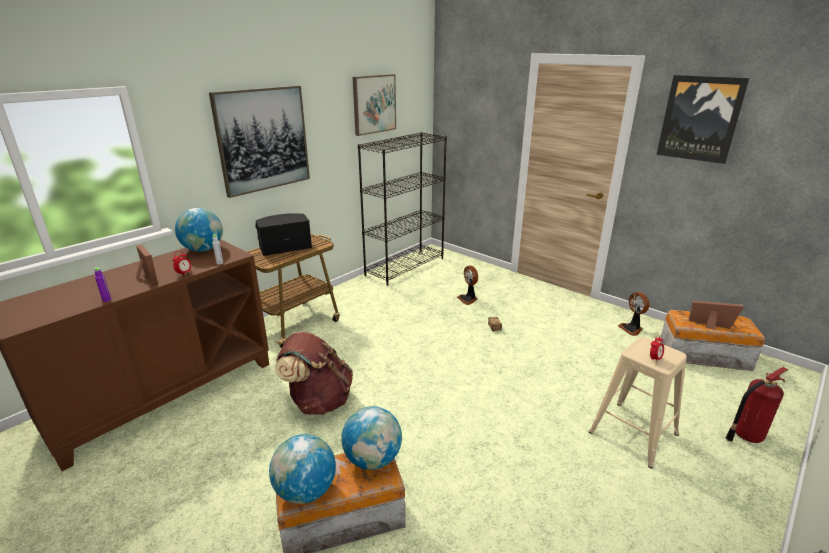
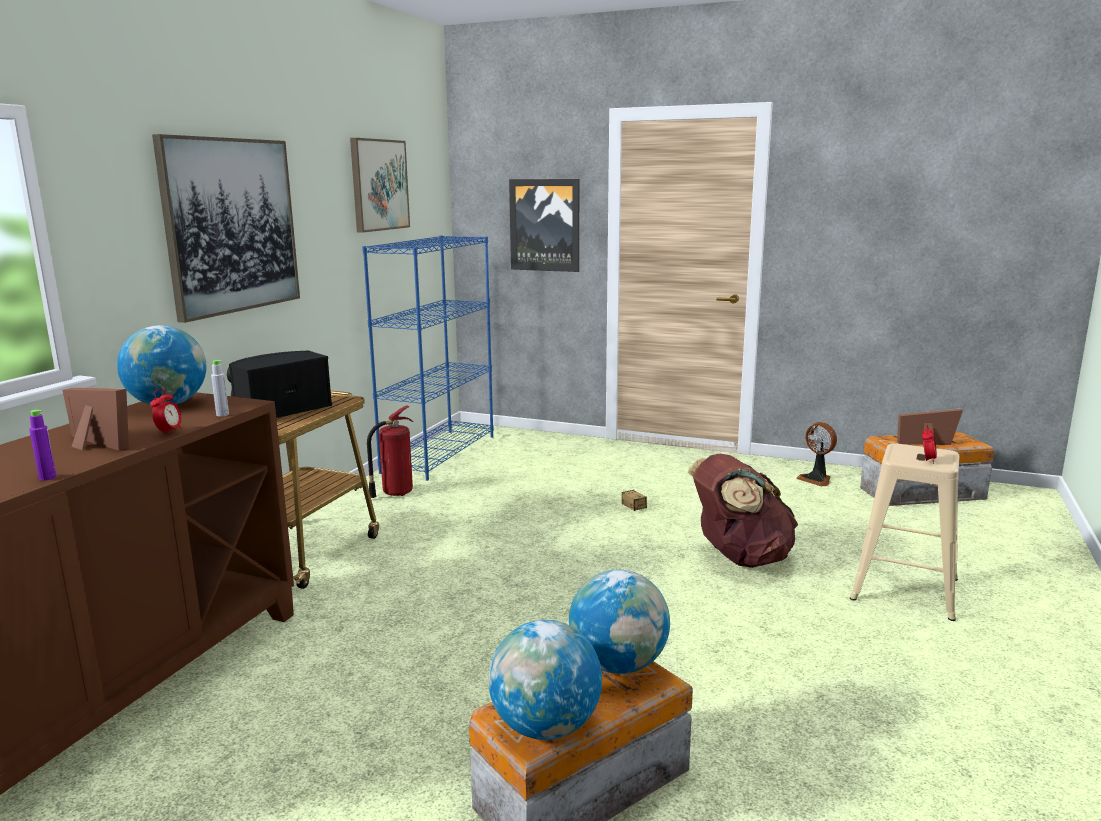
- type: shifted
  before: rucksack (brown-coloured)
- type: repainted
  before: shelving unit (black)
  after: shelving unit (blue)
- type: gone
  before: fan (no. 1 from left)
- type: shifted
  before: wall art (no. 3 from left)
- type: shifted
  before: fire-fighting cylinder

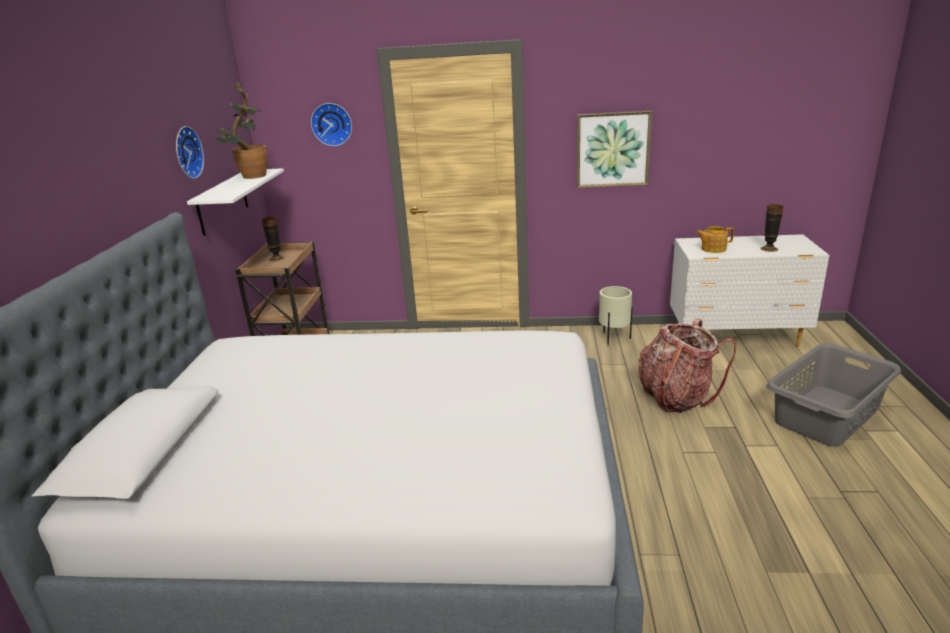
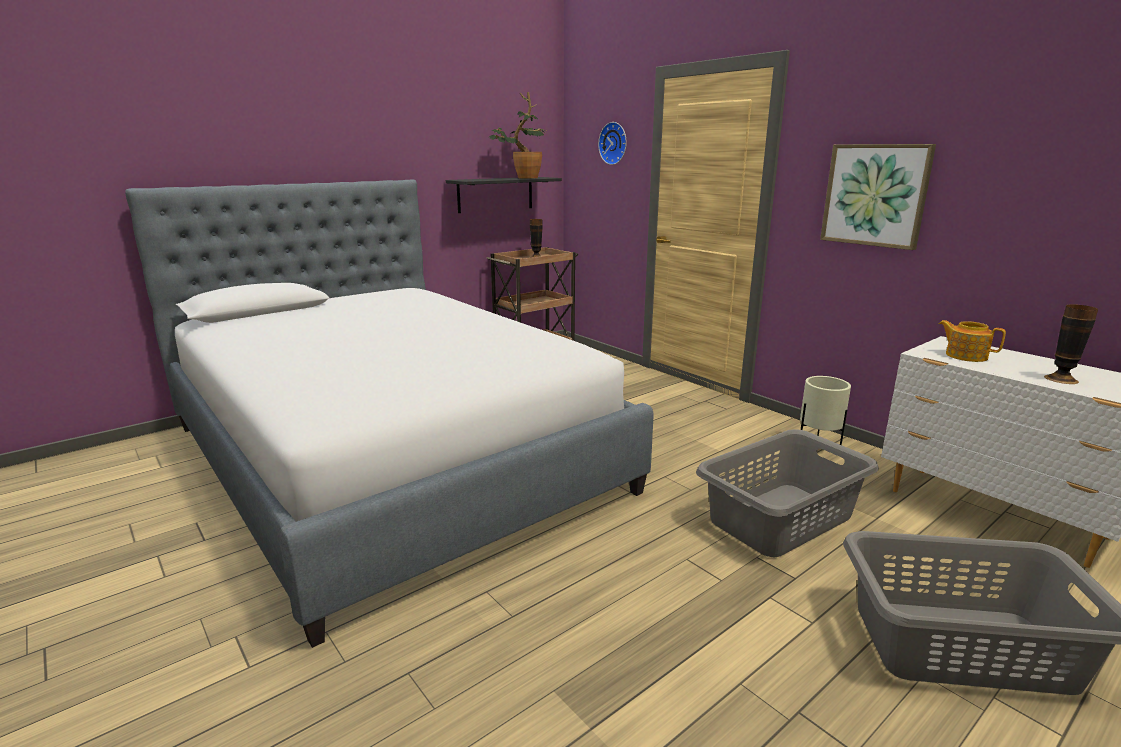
- type: gone
  before: wall clock (no. 1 from left)
- type: repainted
  before: wall shelf (white-coloured)
  after: wall shelf (black)
- type: swapped
  before: rucksack
  after: washing basket (grey) (no. 1 from left)

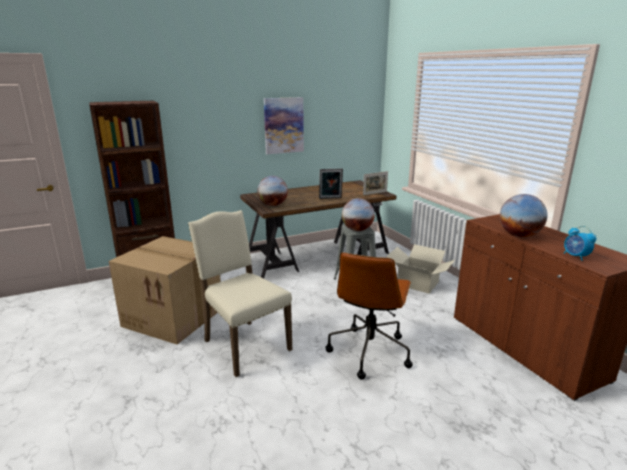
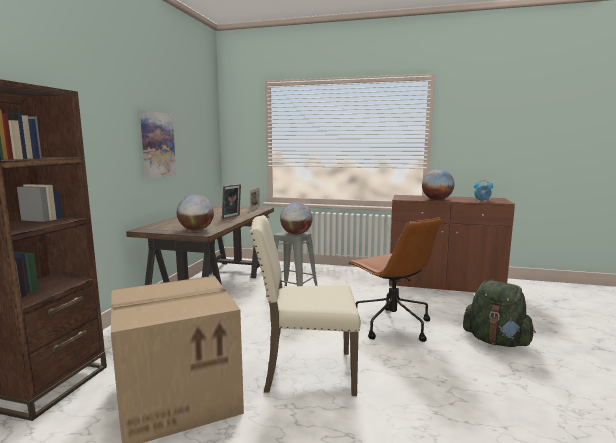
- type: gone
  before: packing box (no. 2 from left)
- type: new
  after: rucksack (greenish)

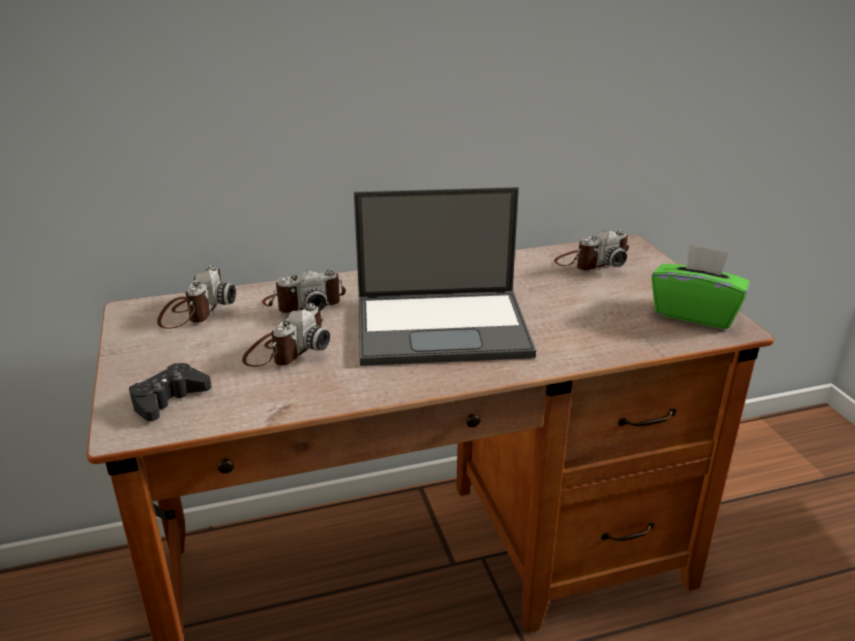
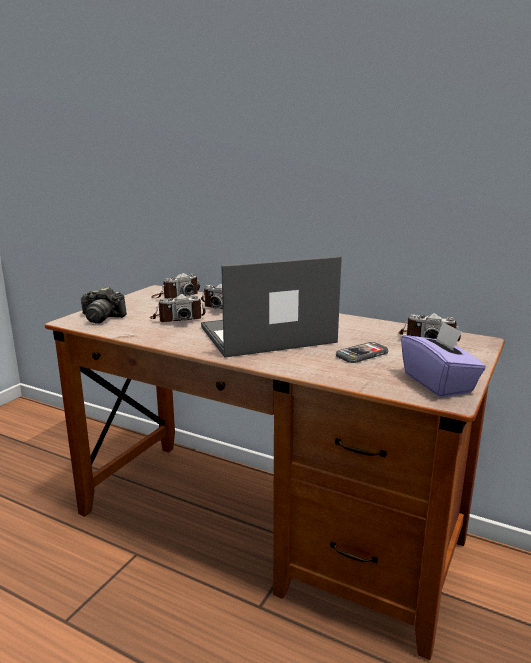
- type: swapped
  before: gamepad (black)
  after: still camera (no. 1 from left)
- type: rotated
  before: portable computer
  turn: 120
- type: repainted
  before: box of tissues (greenish)
  after: box of tissues (purple-coloured)
- type: new
  after: handset

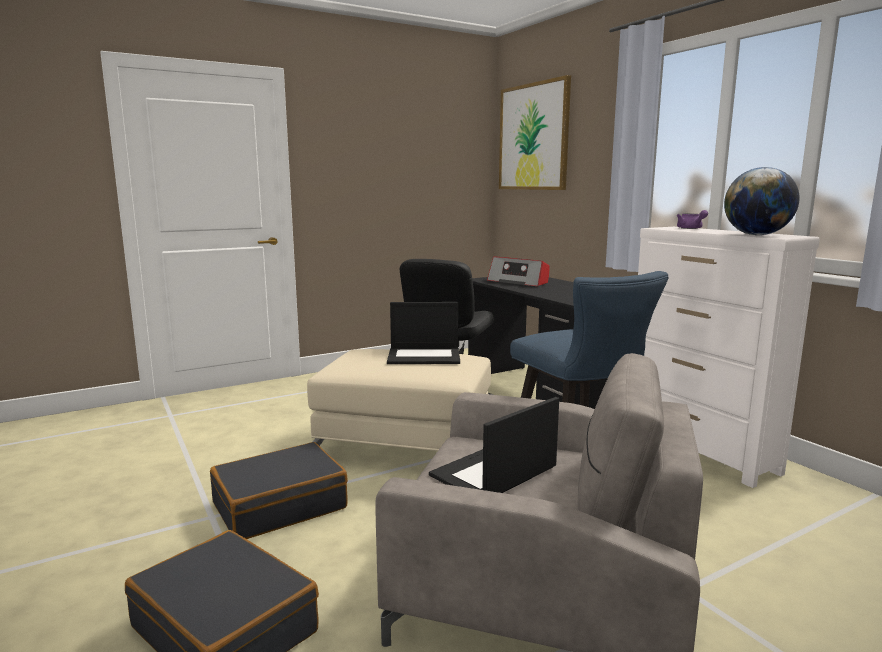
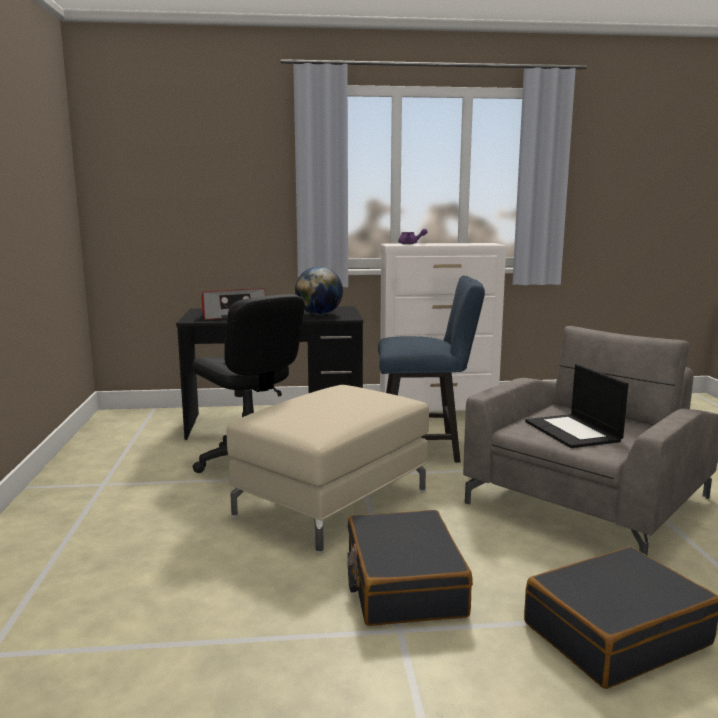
- type: gone
  before: portable computer (no. 1 from left)
- type: gone
  before: wall art
- type: shifted
  before: globe

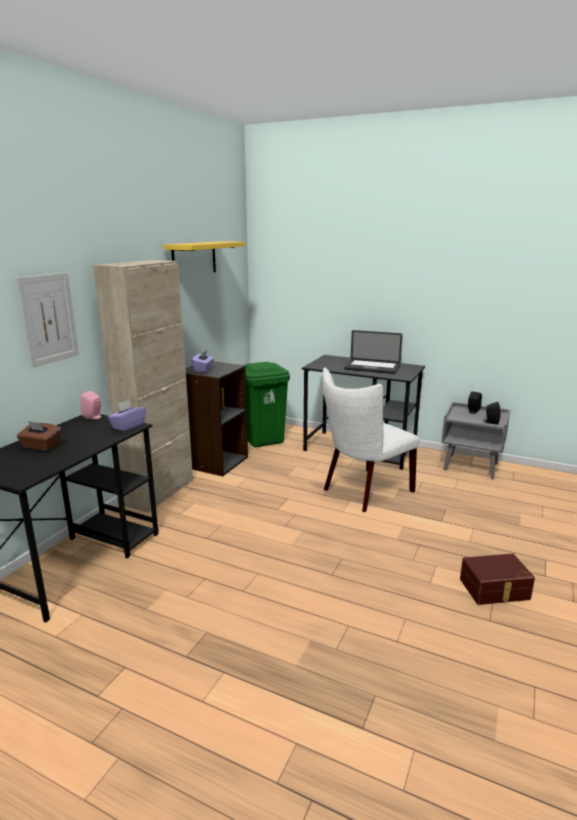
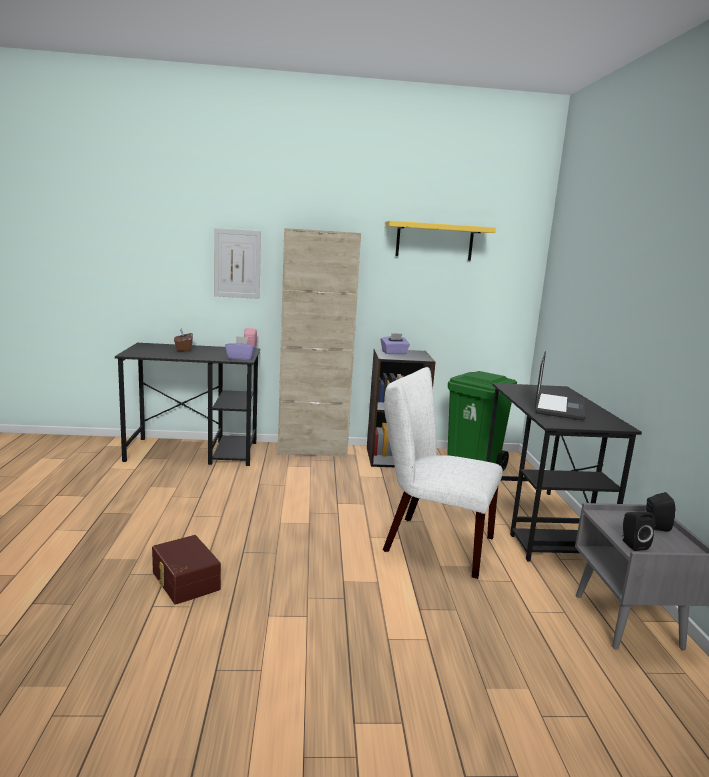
- type: rotated
  before: portable computer
  turn: -150
- type: shifted
  before: storage container (brown-coloured)

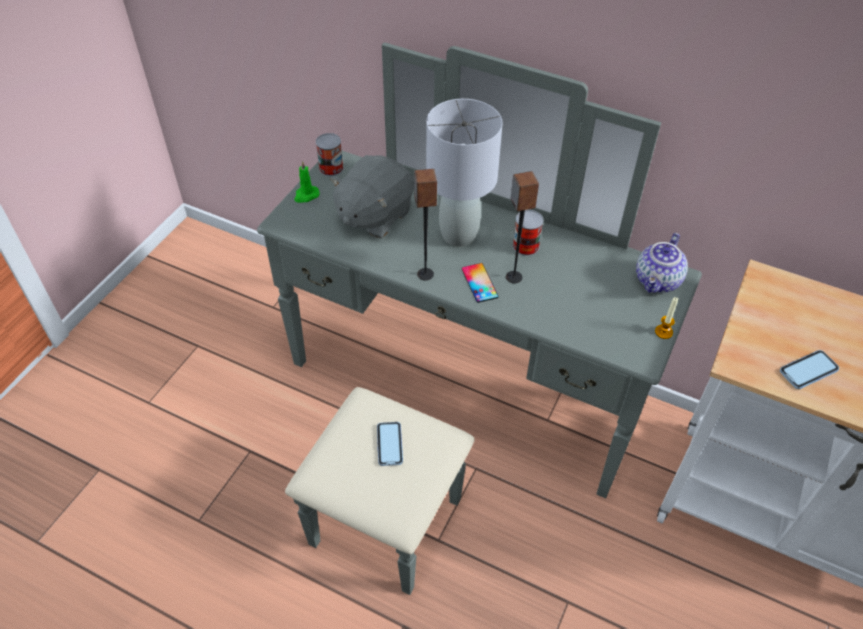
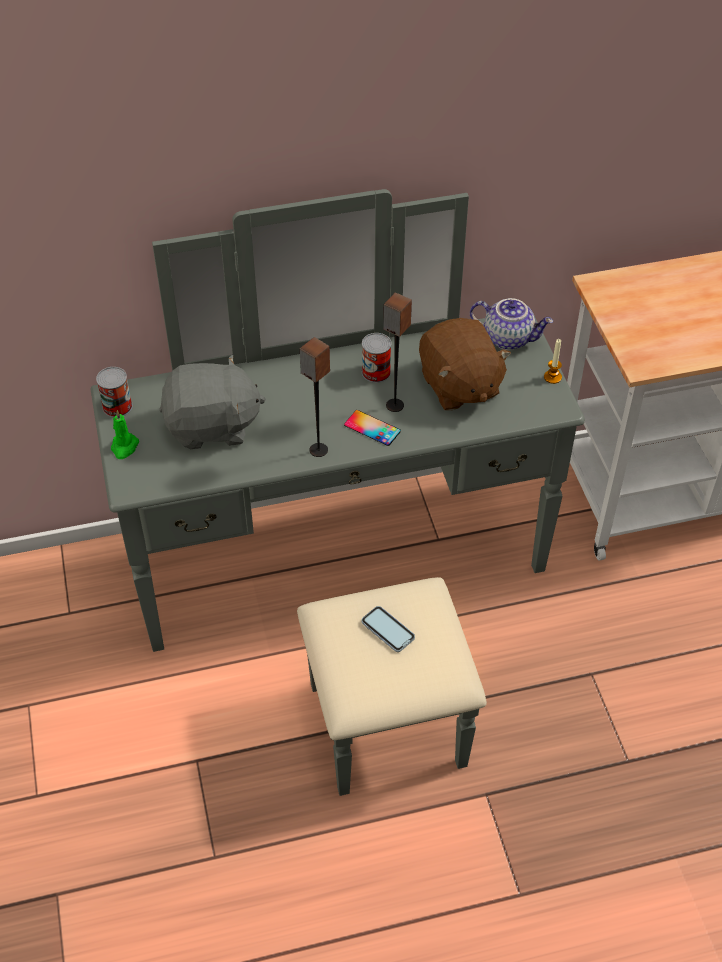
- type: rotated
  before: cuddly toy (grey)
  turn: -90
- type: gone
  before: lamp for a table (grey)
- type: rotated
  before: teapot
  turn: -60
- type: gone
  before: handset (no. 3 from left)
- type: new
  after: cuddly toy (brown-coloured)

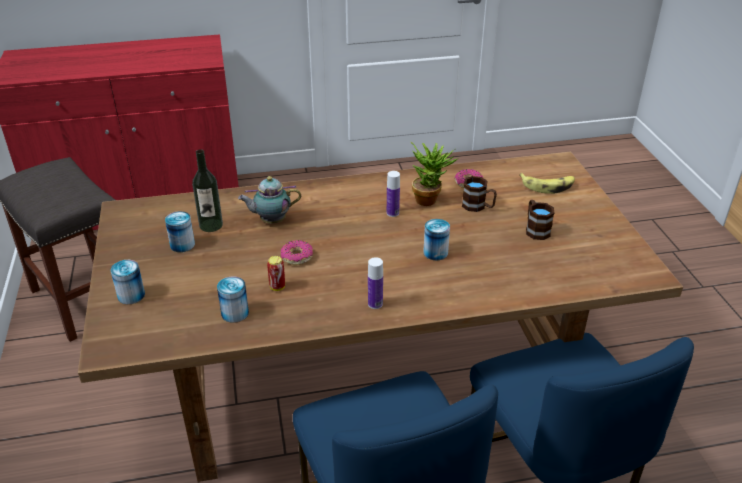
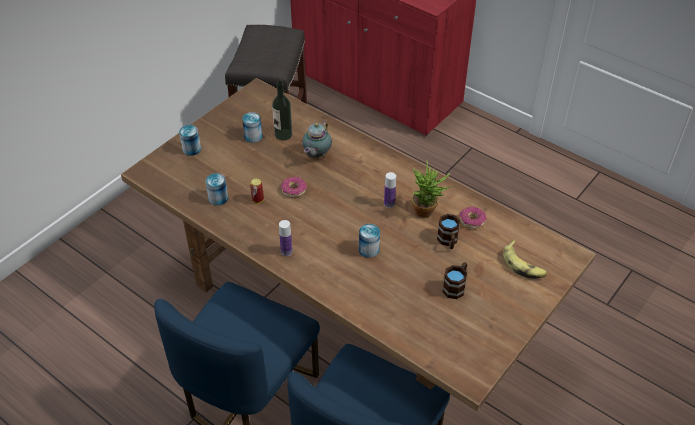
- type: rotated
  before: teapot
  turn: -105

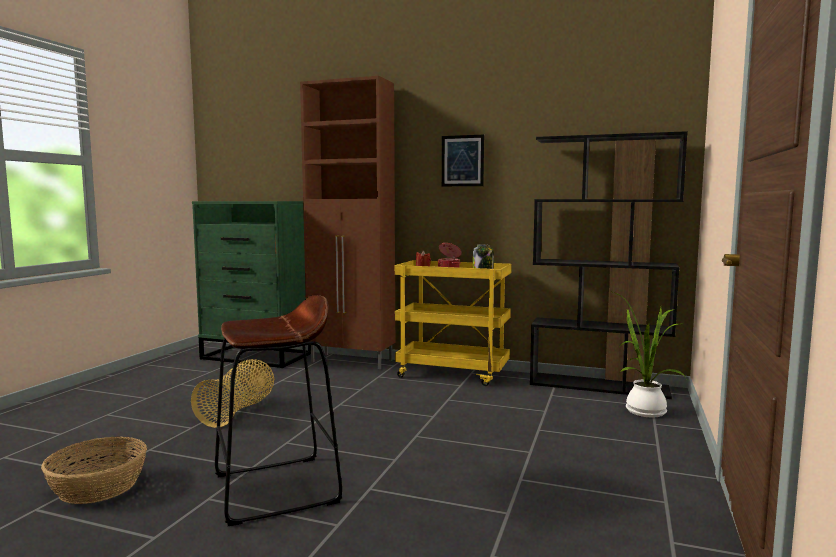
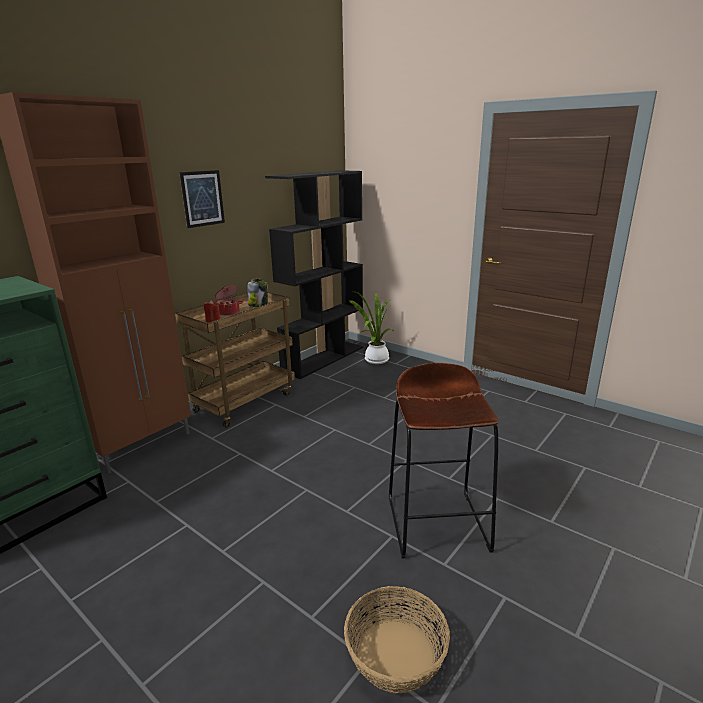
- type: gone
  before: storage basket (no. 2 from left)
- type: repainted
  before: cart (yellow)
  after: cart (brown-coloured)

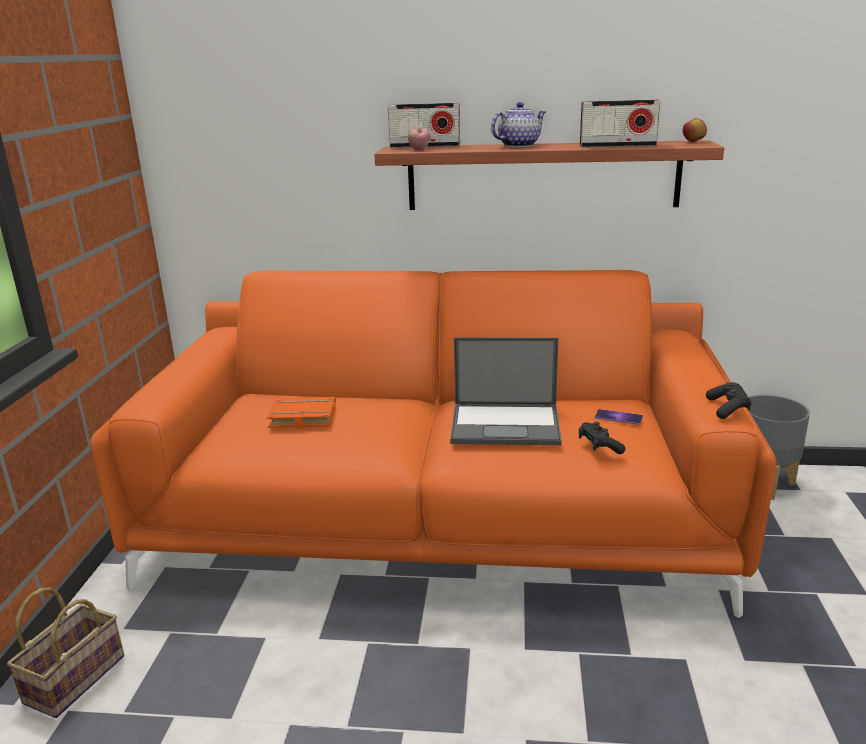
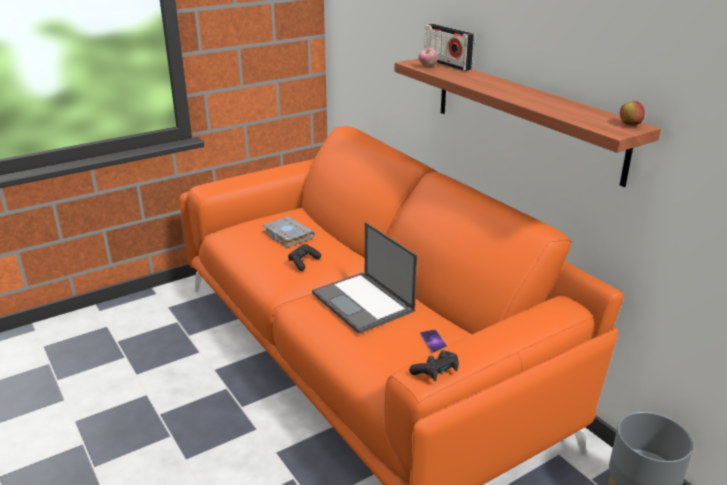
- type: gone
  before: storage basket
- type: repainted
  before: book (orange)
  after: book (grey)
- type: gone
  before: teapot
- type: shifted
  before: gamepad (black) (no. 1 from left)
- type: gone
  before: radio set (no. 2 from left)

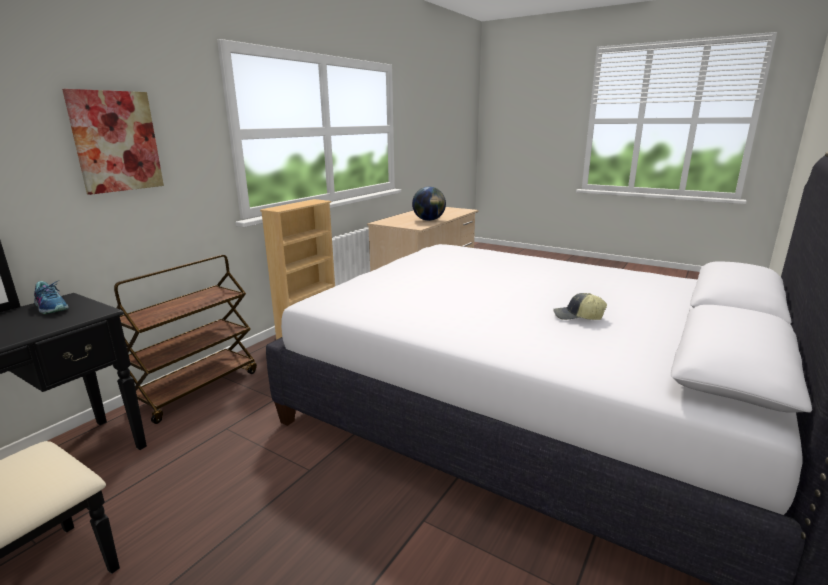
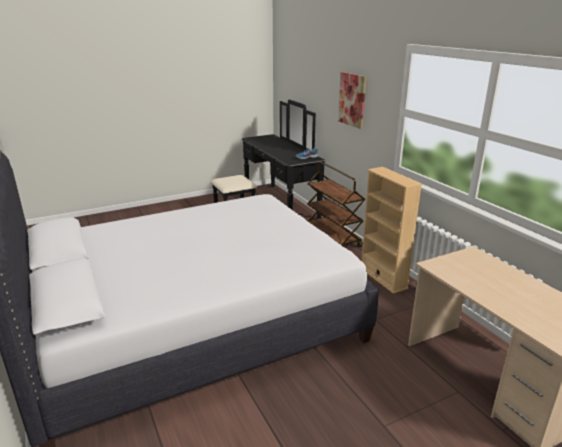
- type: gone
  before: globe
- type: gone
  before: baseball cap

